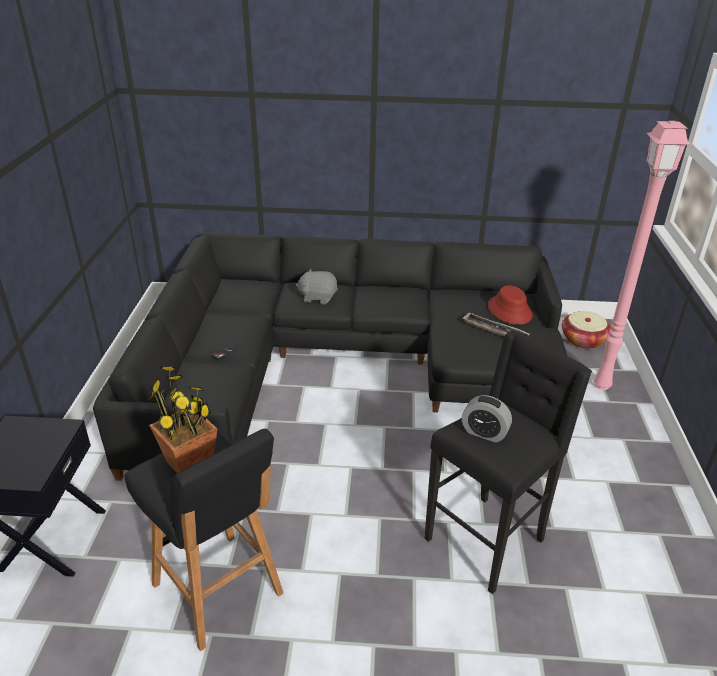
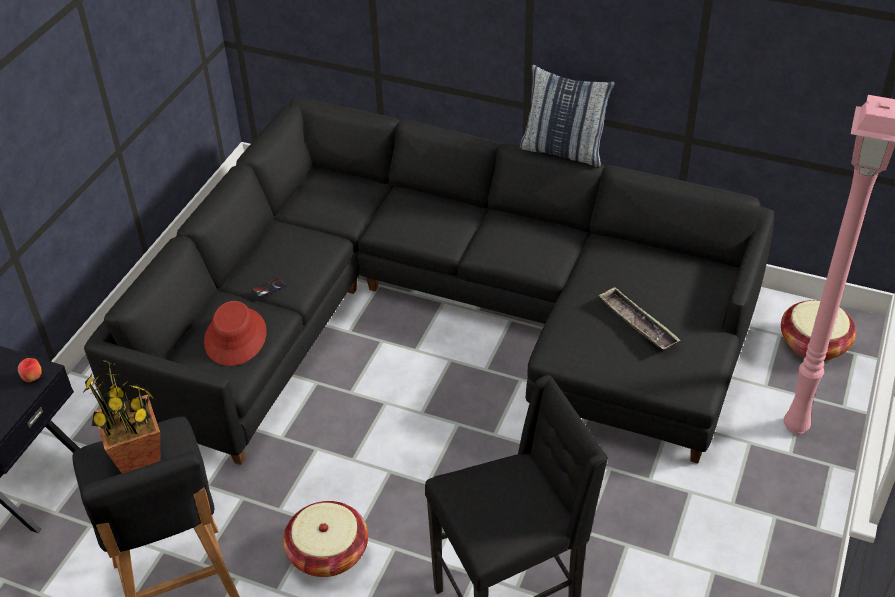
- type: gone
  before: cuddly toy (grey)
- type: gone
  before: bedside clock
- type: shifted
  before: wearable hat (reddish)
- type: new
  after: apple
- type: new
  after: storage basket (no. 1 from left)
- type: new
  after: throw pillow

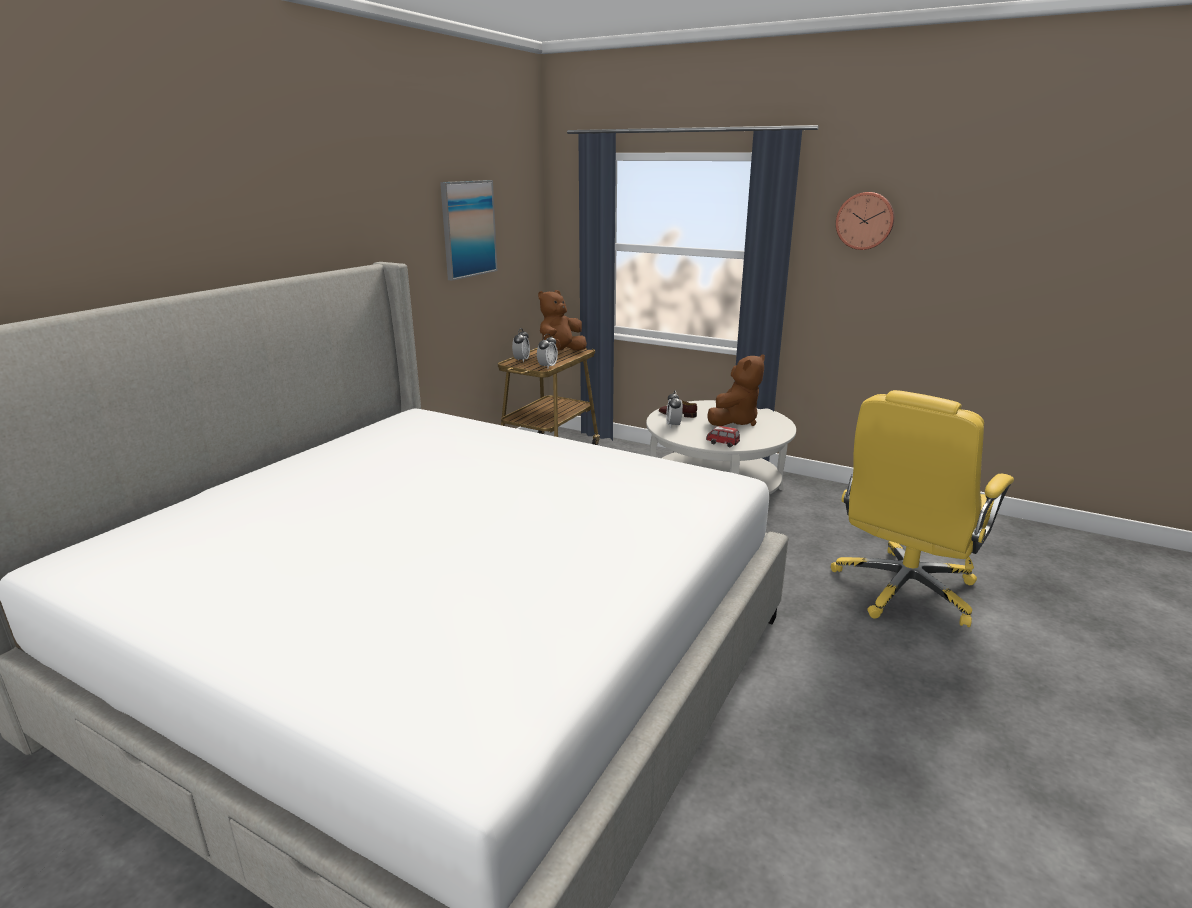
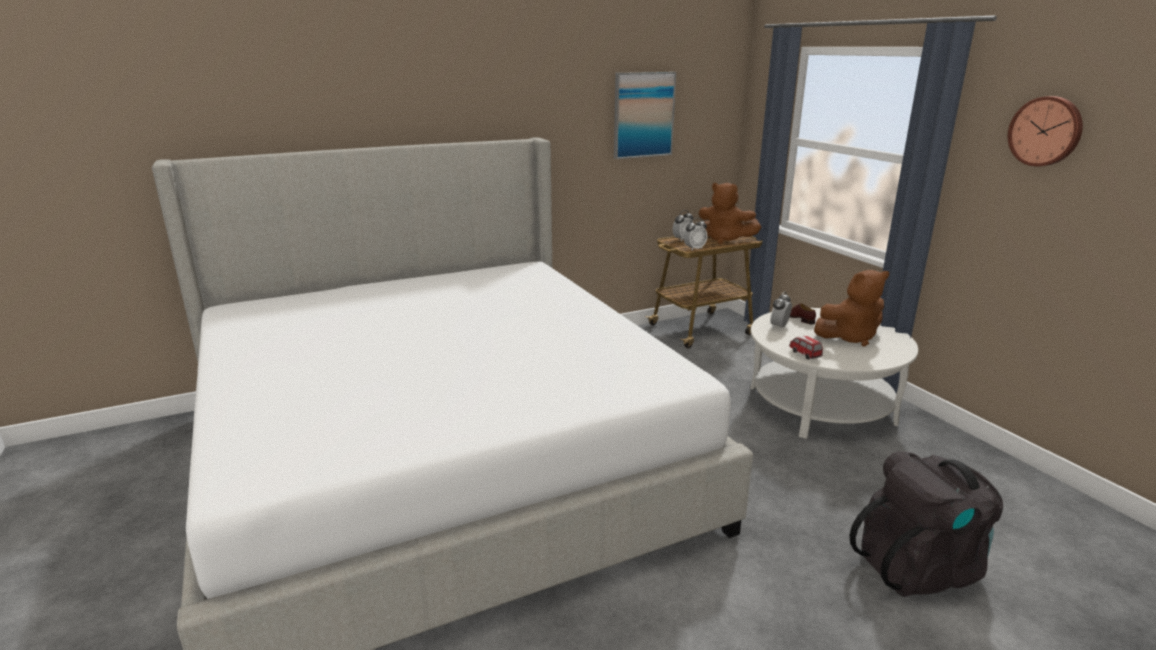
- type: rotated
  before: cuddly toy (brown-coloured) (no. 1 from left)
  turn: -135
- type: swapped
  before: computer chair (yellow)
  after: rucksack (black)

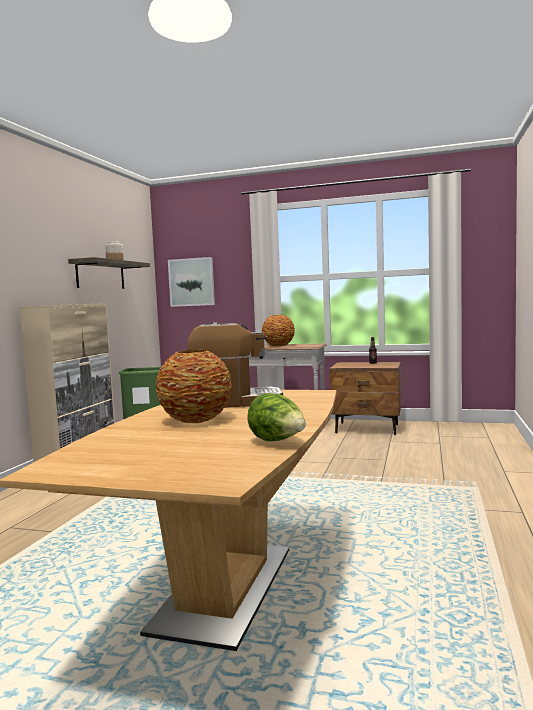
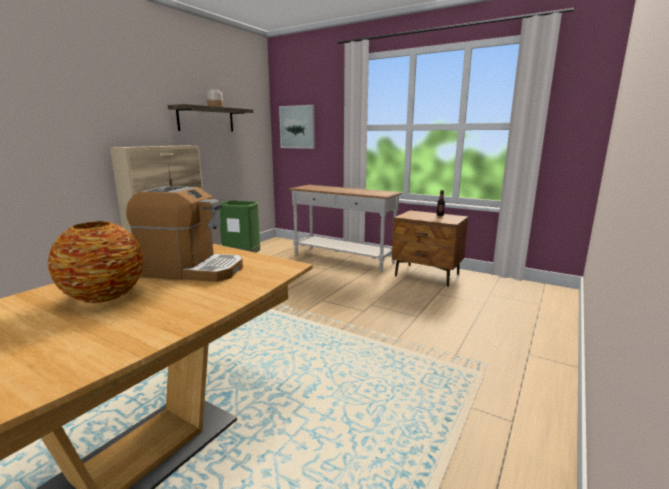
- type: gone
  before: head of lettuce
- type: gone
  before: decorative vase (no. 2 from left)

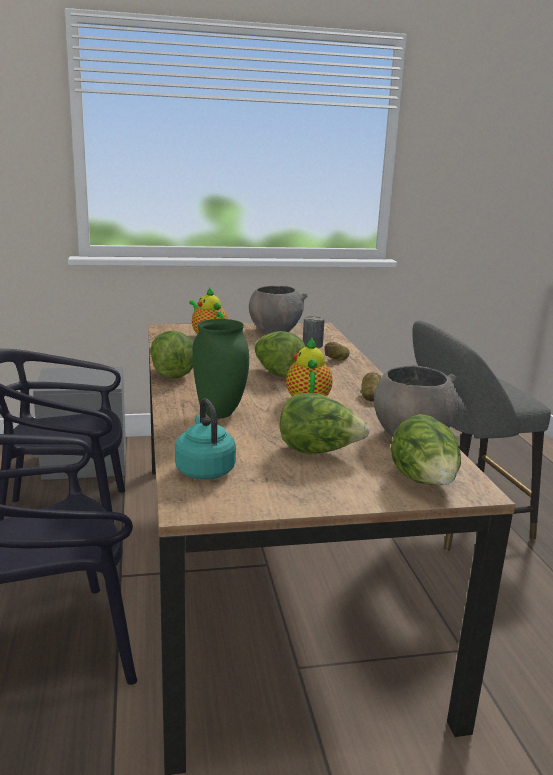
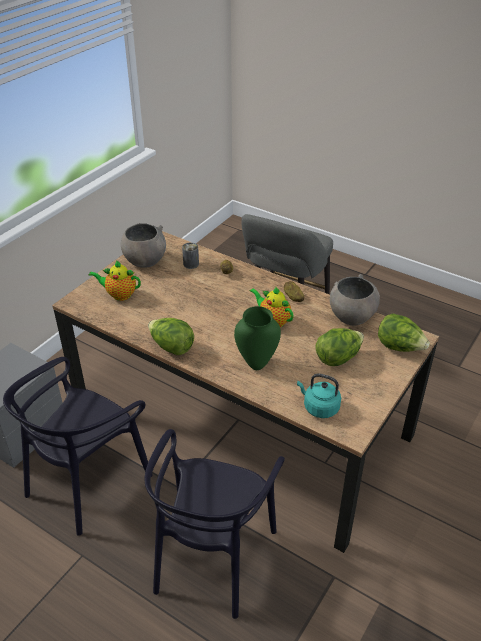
- type: gone
  before: head of lettuce (no. 2 from left)

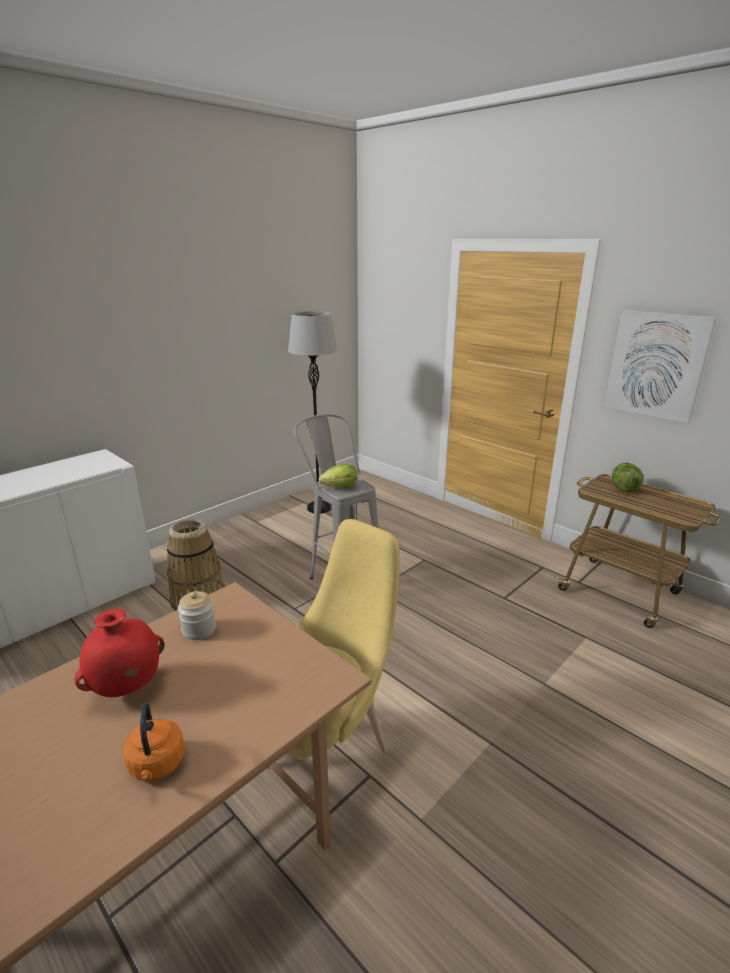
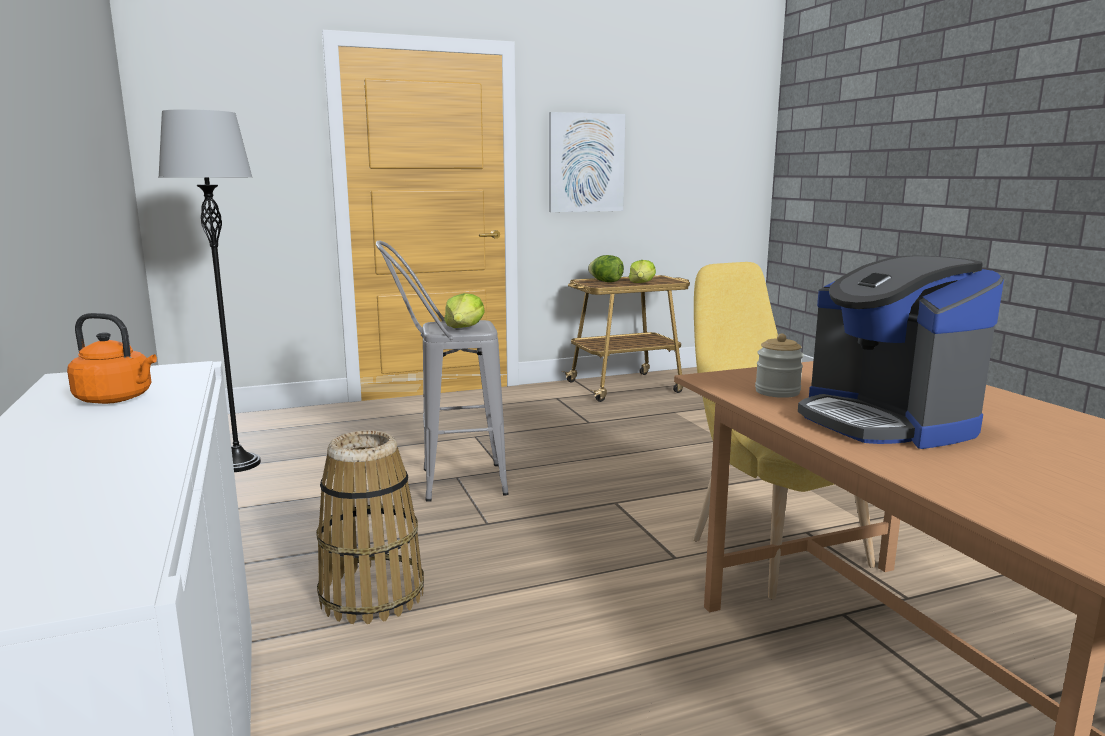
- type: swapped
  before: decorative vase (reddish)
  after: coffee machine
- type: shifted
  before: tea kettle (orange)
- type: new
  after: head of lettuce (no. 3 from left)

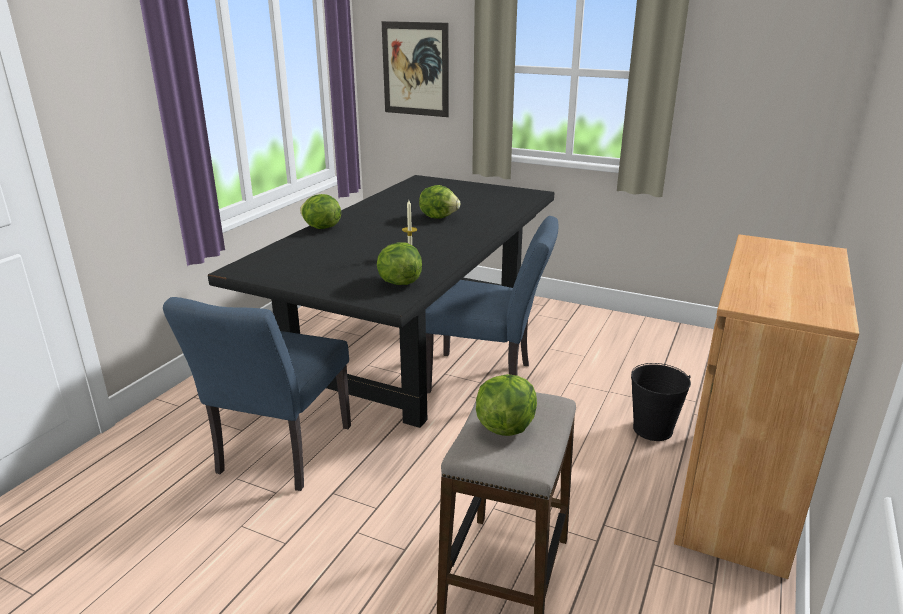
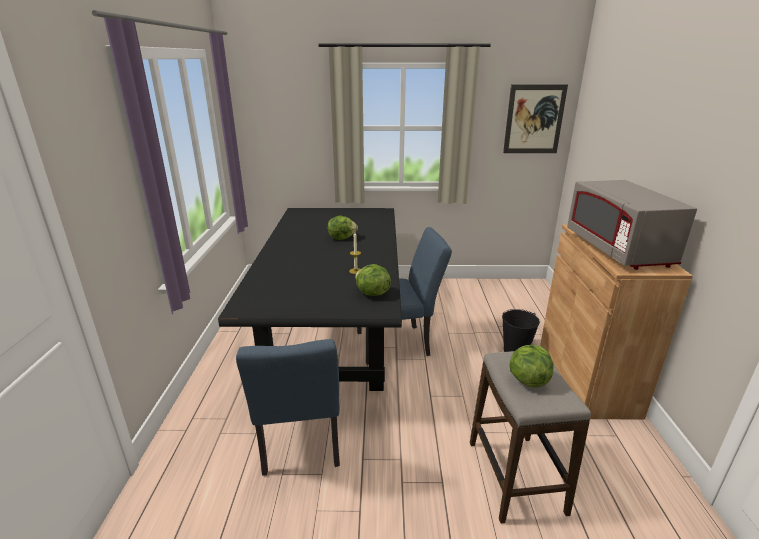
- type: gone
  before: head of lettuce (no. 1 from left)
- type: shifted
  before: wall art
- type: new
  after: microwave (grey)

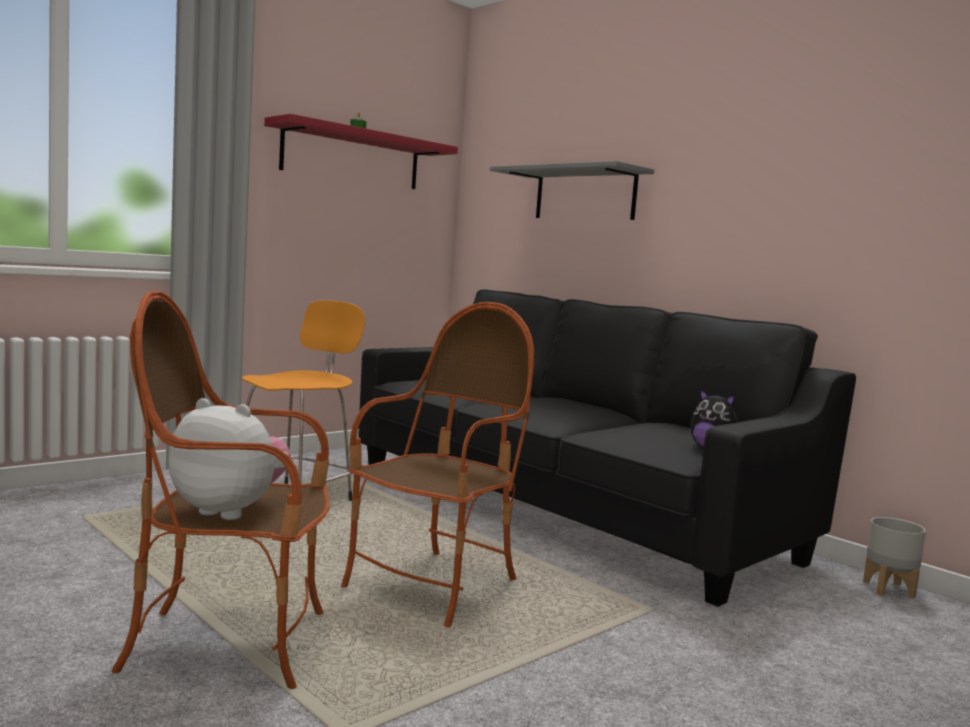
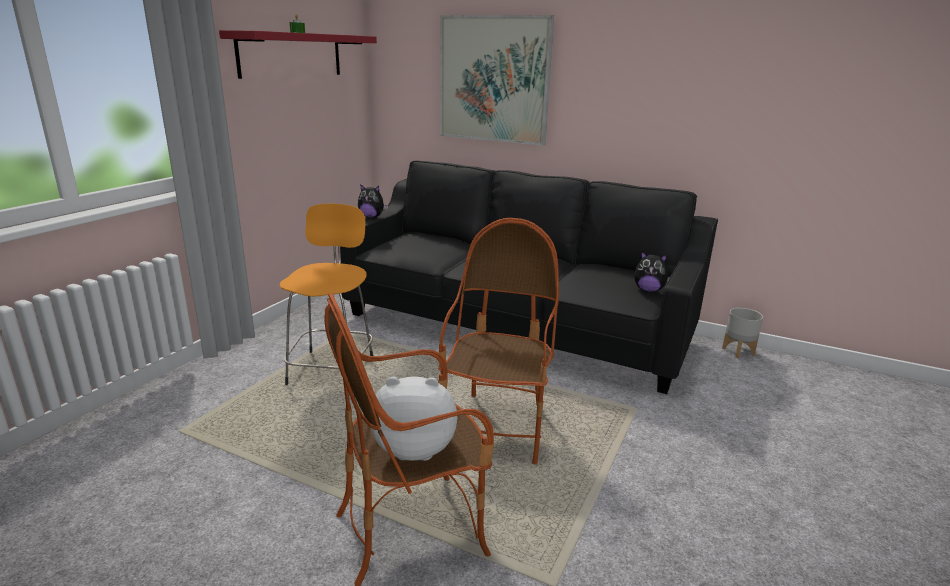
- type: swapped
  before: wall shelf (grey)
  after: wall art
- type: new
  after: cuddly toy (no. 1 from left)

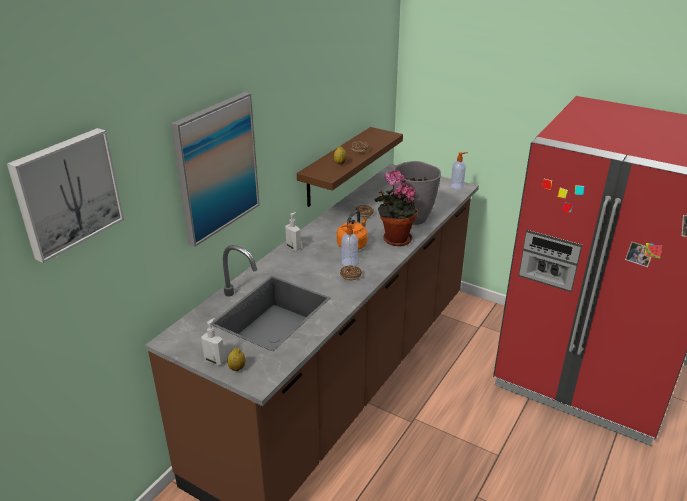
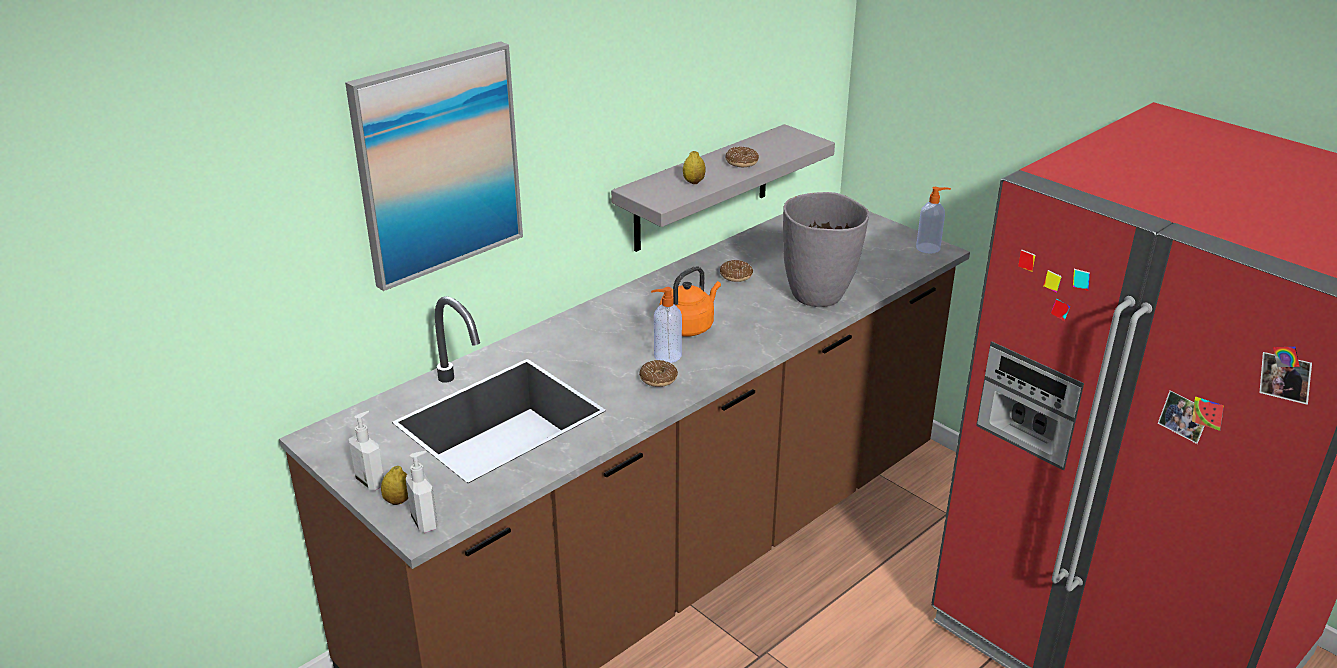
- type: gone
  before: wall art (no. 1 from left)
- type: shifted
  before: liquid soap bottle (no. 2 from left)
- type: repainted
  before: wall shelf (brown-coloured)
  after: wall shelf (grey)
- type: gone
  before: houseplant

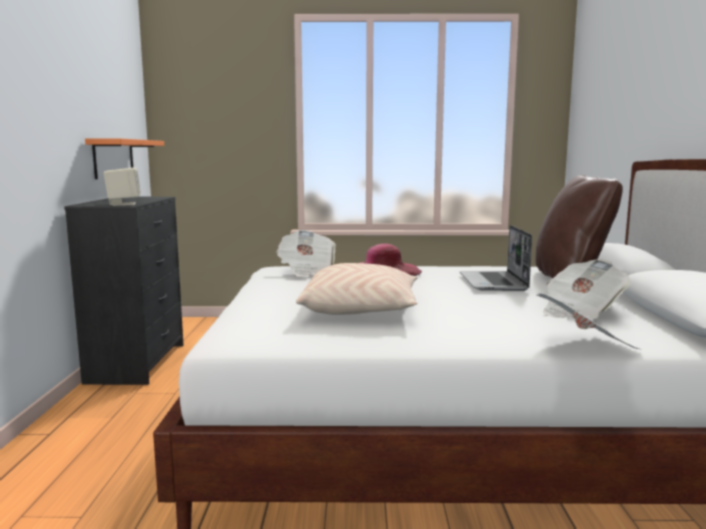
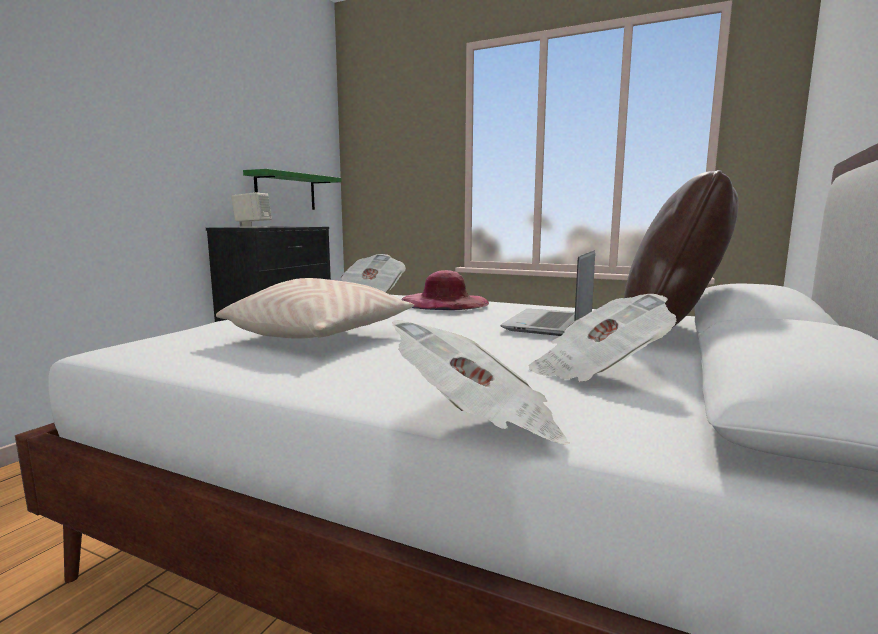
- type: repainted
  before: wall shelf (orange)
  after: wall shelf (greenish)

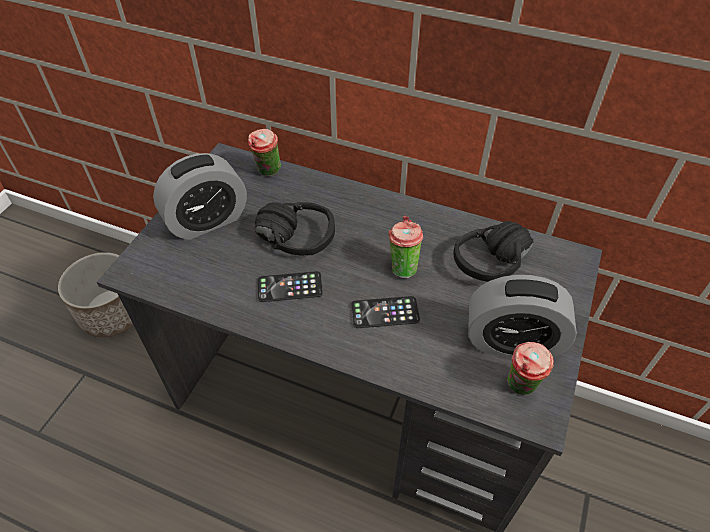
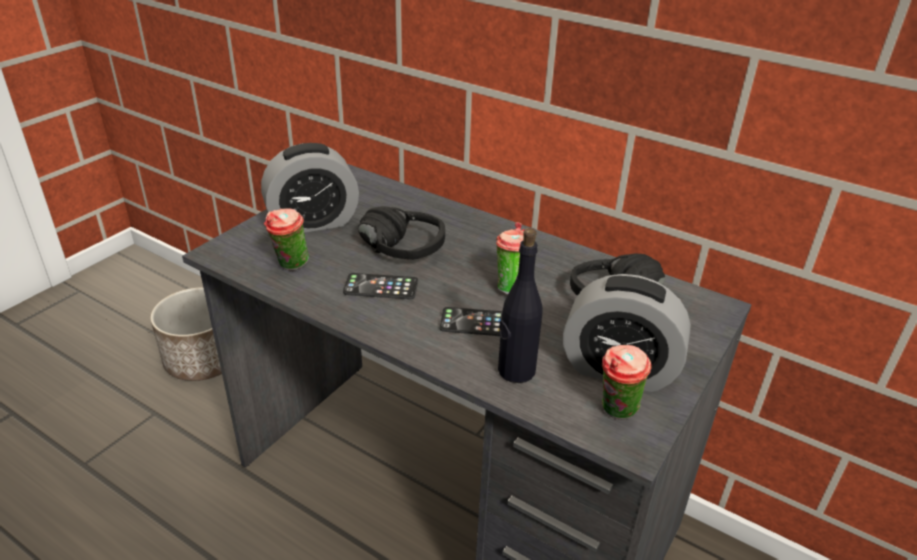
- type: shifted
  before: cup (no. 1 from left)
- type: new
  after: beverage bottle (black)

